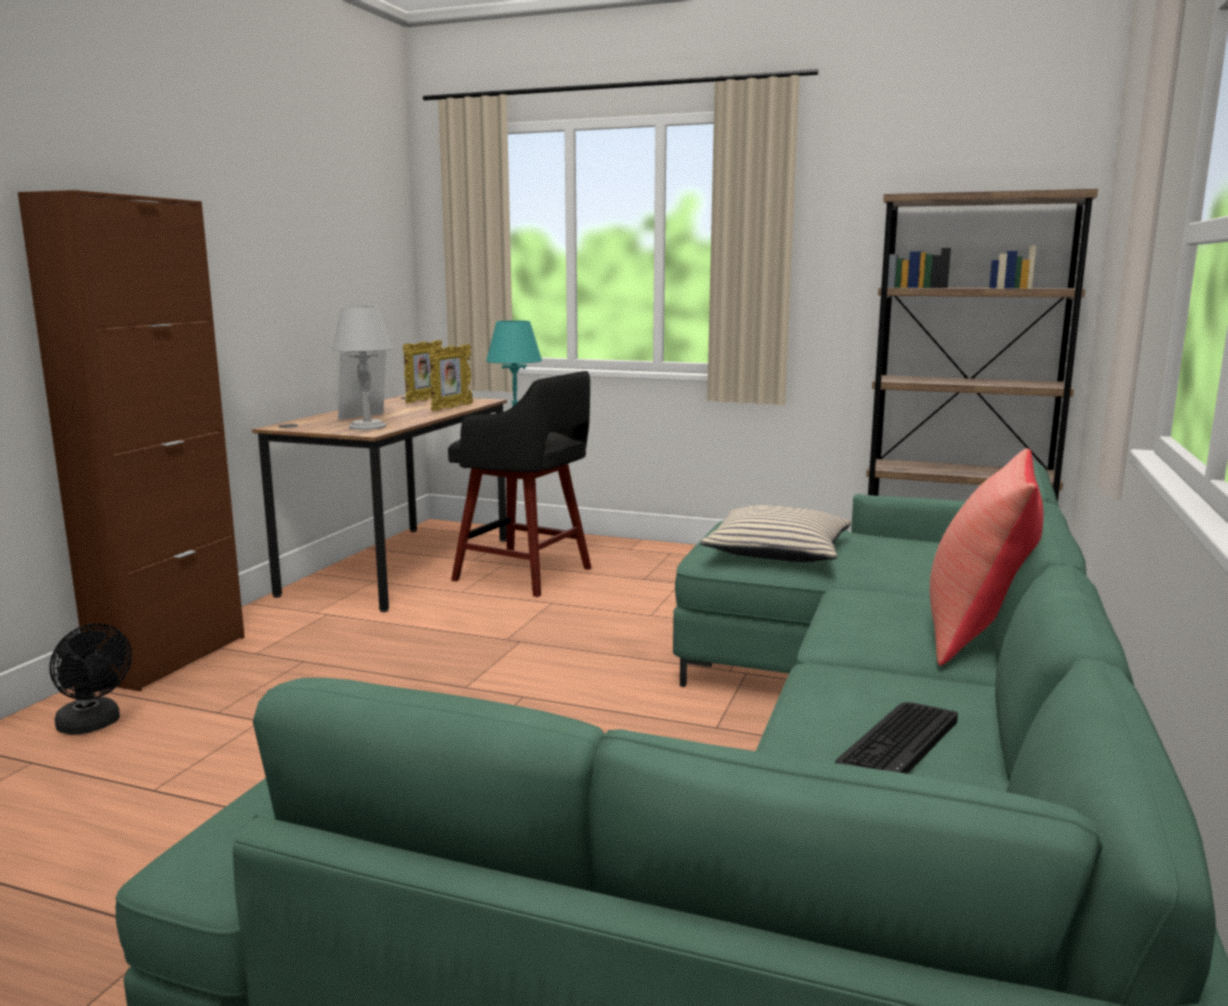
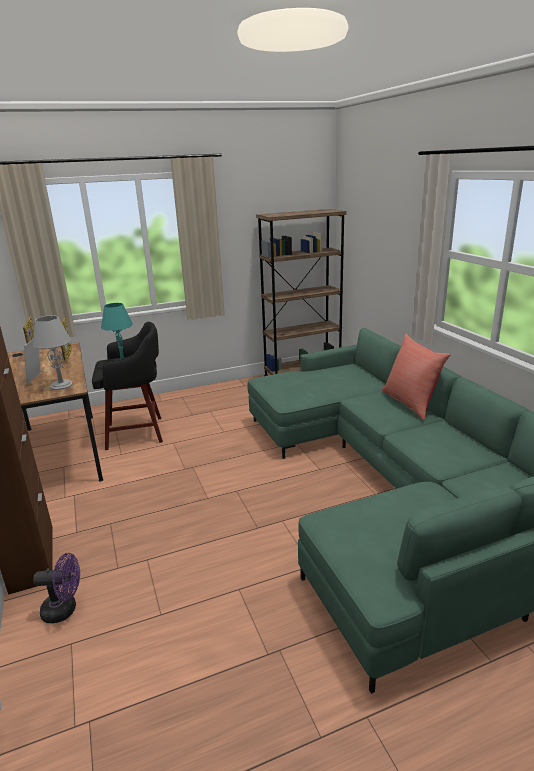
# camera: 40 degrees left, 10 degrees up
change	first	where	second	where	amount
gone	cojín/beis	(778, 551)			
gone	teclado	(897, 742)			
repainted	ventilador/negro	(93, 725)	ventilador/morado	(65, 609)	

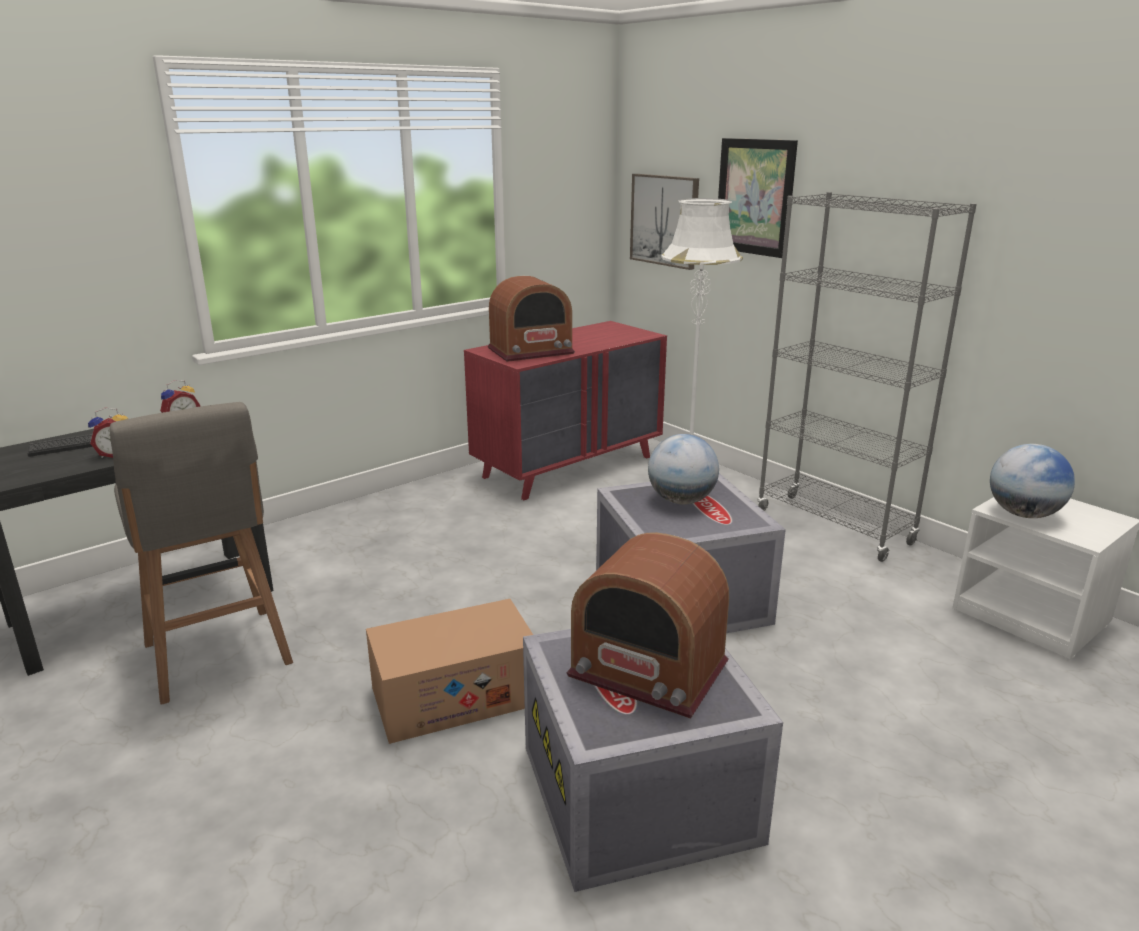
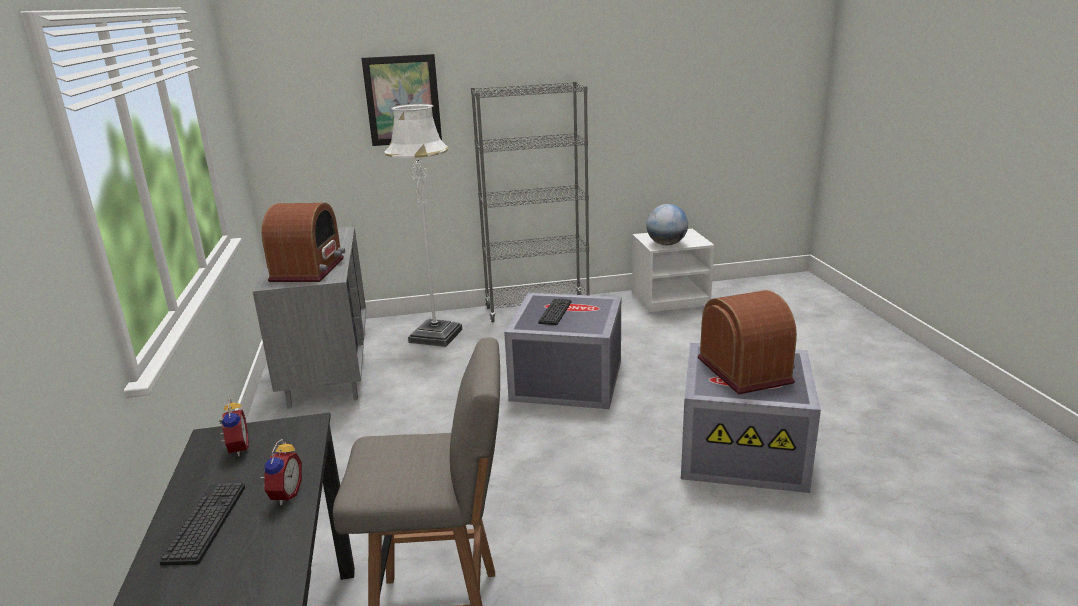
# camera: 60 degrees left, 0 degrees up
change	first	where	second	where	amount
gone	caja de cartón	(454, 696)			
gone	cuadro	(664, 220)			
swapped	globo terráqueo	(681, 501)	teclado	(555, 312)	
repainted	cómoda/rojo	(569, 466)	cómoda/gris	(328, 366)	
rotated	radio	(647, 670)		(744, 370)	75 degrees counterclockwise

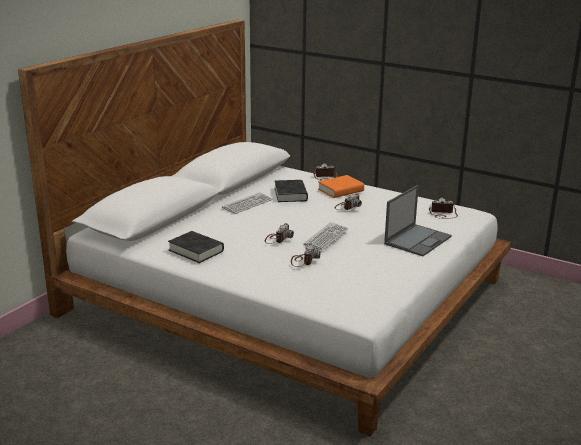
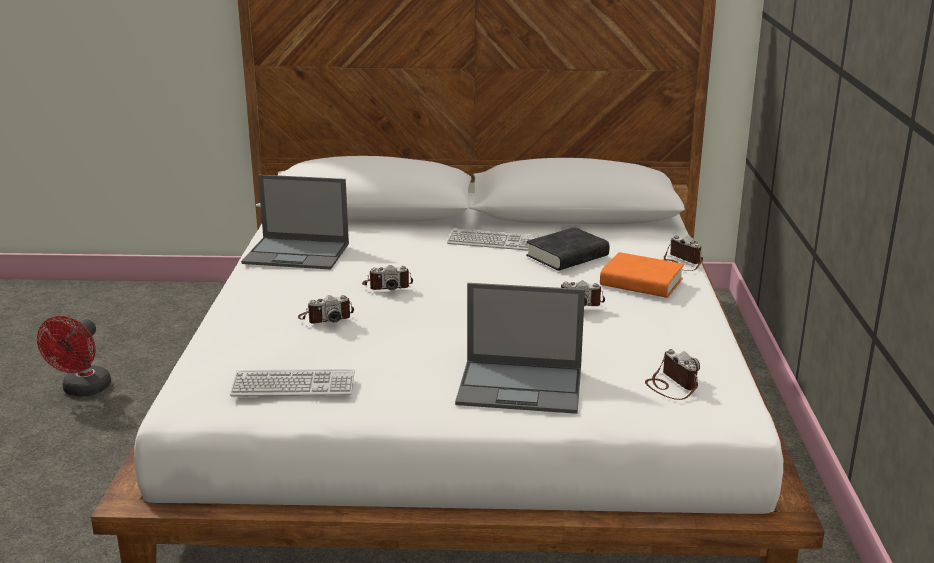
# camera: 60 degrees right, 0 degrees up
change	first	where	second	where	amount
new			ventilador/rojo	(83, 390)	
shifted	teclado	(326, 237)		(293, 385)	
swapped	libro/negro	(196, 251)	portátil	(298, 253)	

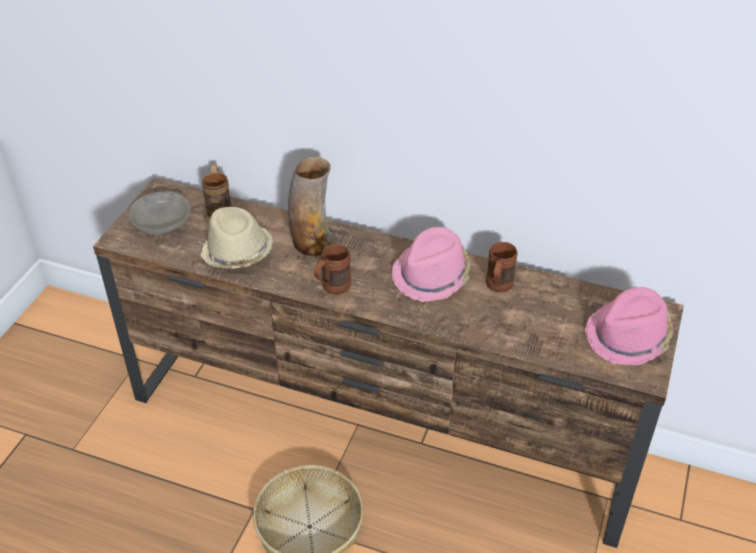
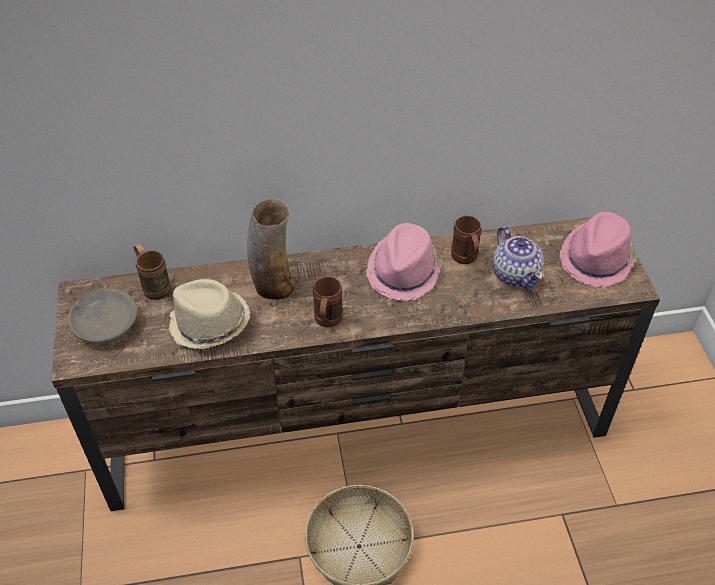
# camera: 30 degrees left, 5 degrees up
change	first	where	second	where	amount
new			tetera	(515, 274)	

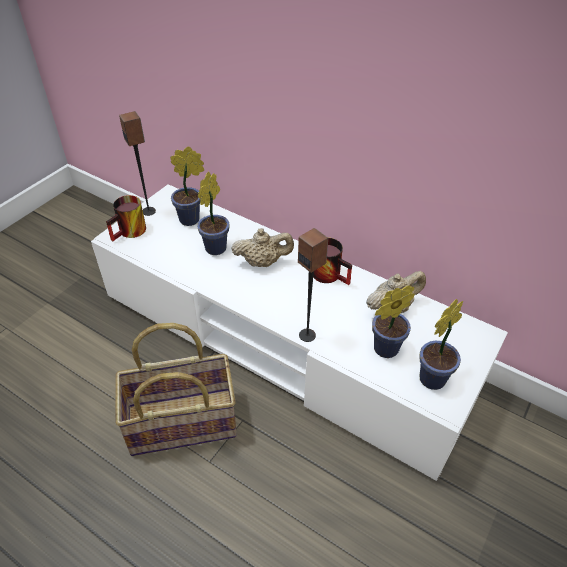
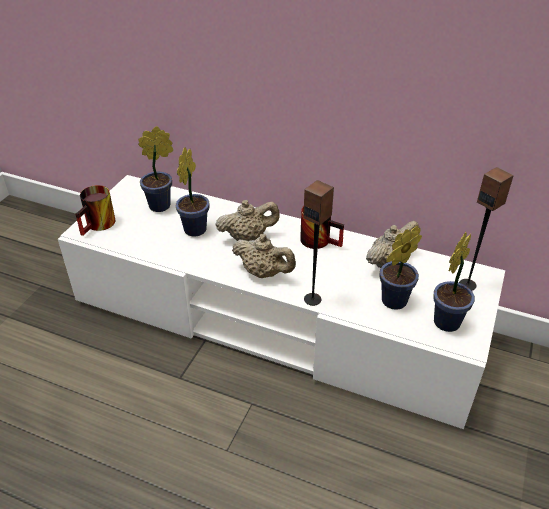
# camera: 10 degrees left, 5 degrees down
change	first	where	second	where	amount
gone	cesta	(182, 420)			
new			tetera/beis	(264, 273)	
shifted	altavoz	(149, 211)		(467, 284)	

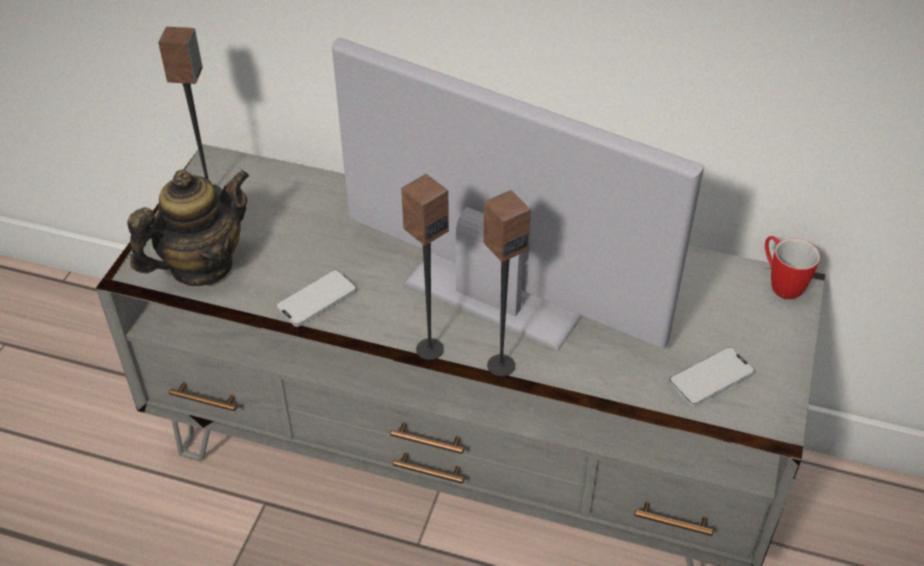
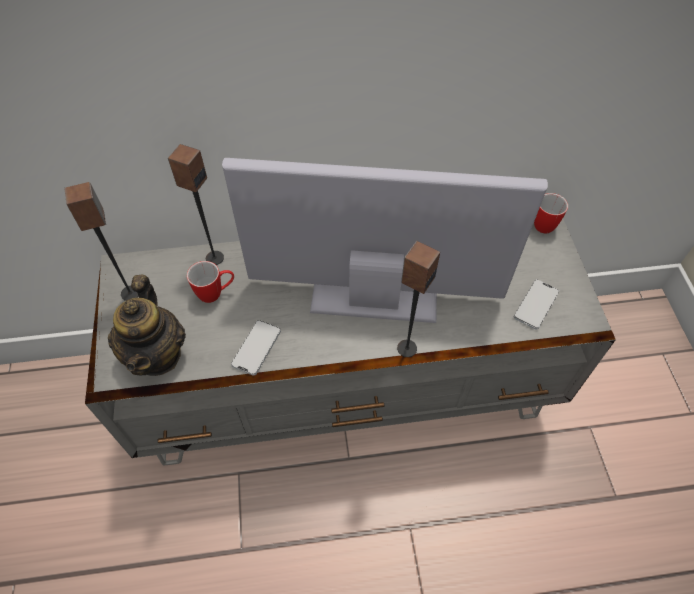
# camera: 25 degrees left, 10 degrees up
change	first	where	second	where	amount
new			taza grande	(216, 293)	
shifted	altavoz	(429, 349)		(214, 258)	
rotated	tetera	(201, 266)		(157, 354)	150 degrees clockwise

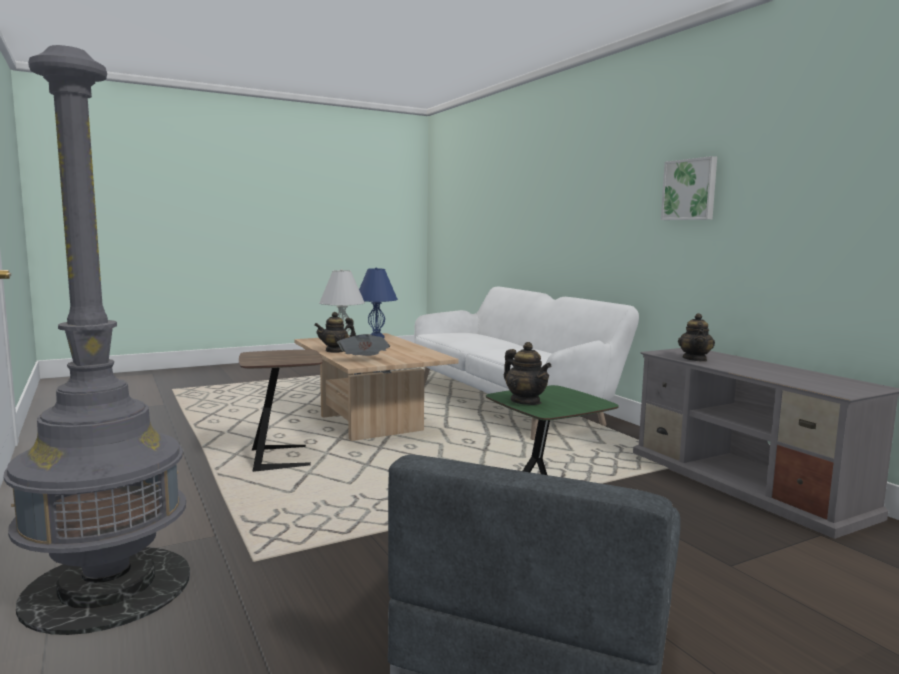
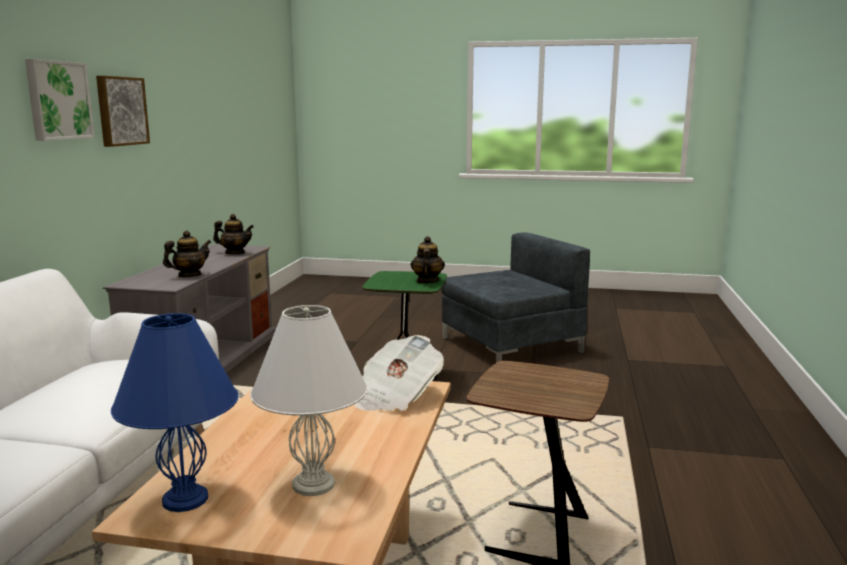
# camera: 140 degrees left, 5 degrees up
change	first	where	second	where	amount
gone	lámpara de pie/gris	(107, 587)			
new			cuadro	(120, 111)	
shifted	tetera	(335, 351)		(235, 253)	

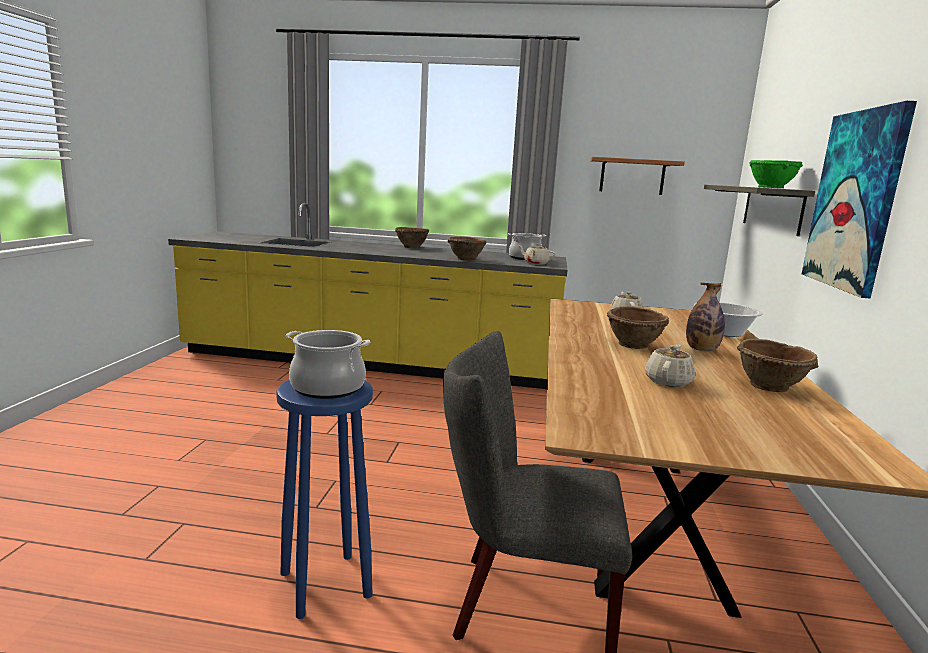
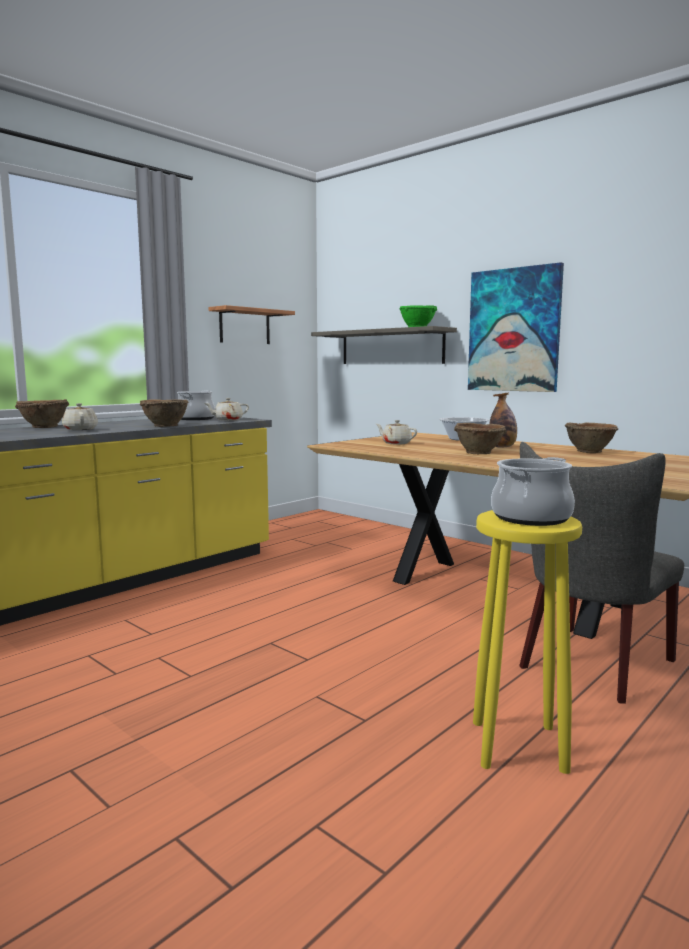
# camera: 55 degrees left, 5 degrees down
change	first	where	second	where	amount
shifted	tetera/beis	(668, 381)		(80, 429)	
repainted	taburete/azul	(325, 583)	taburete/amarillo	(516, 745)	

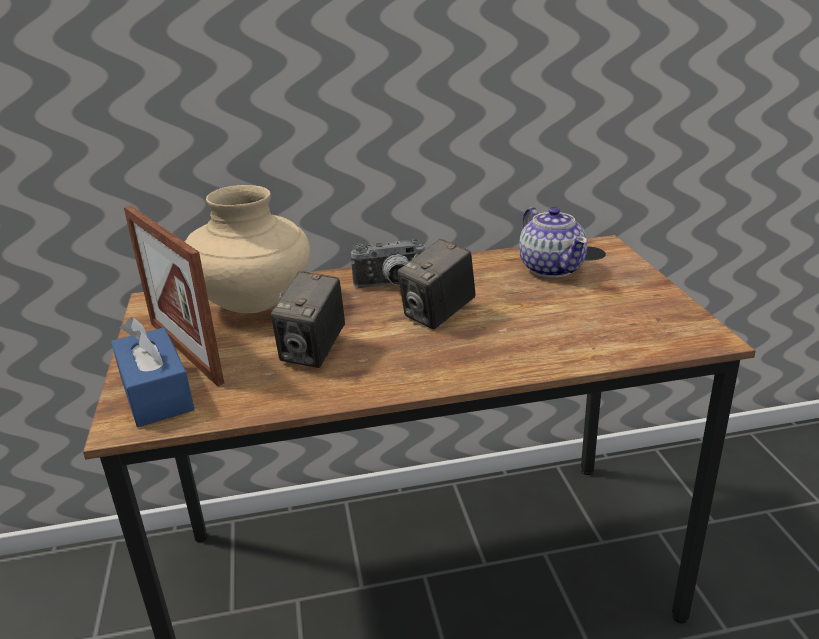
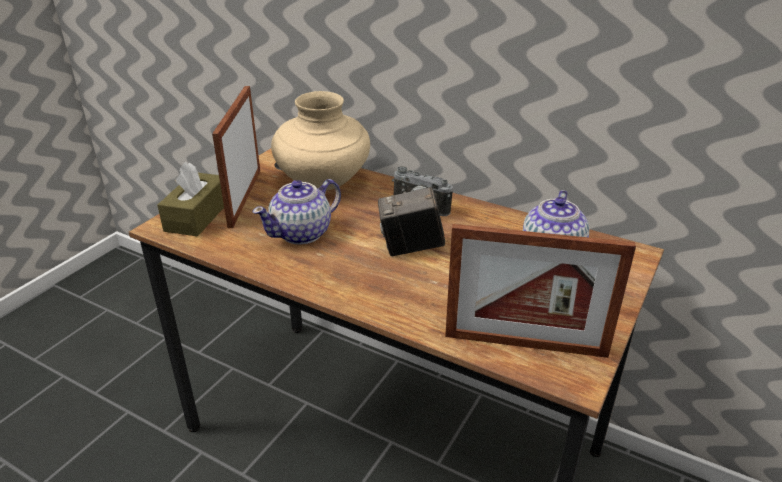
# camera: 40 degrees right, 5 degrees up
change	first	where	second	where	amount
new			portarretratos	(525, 344)	
swapped	cámara	(313, 352)	tetera	(302, 233)	
repainted	caja de pañuelos/azul	(156, 393)	caja de pañuelos/marrón	(197, 216)	

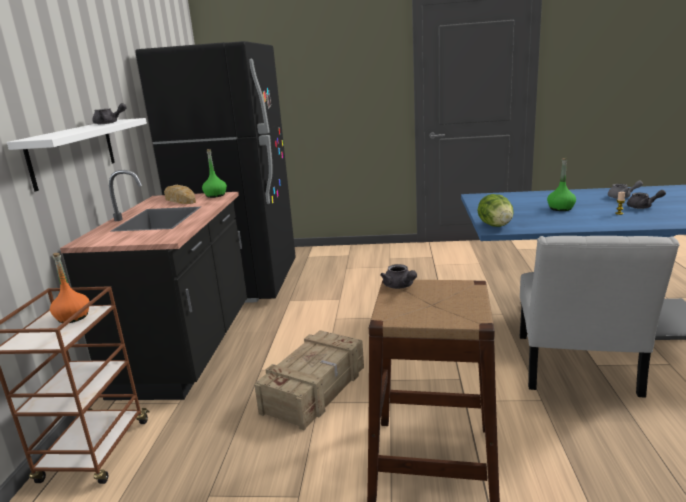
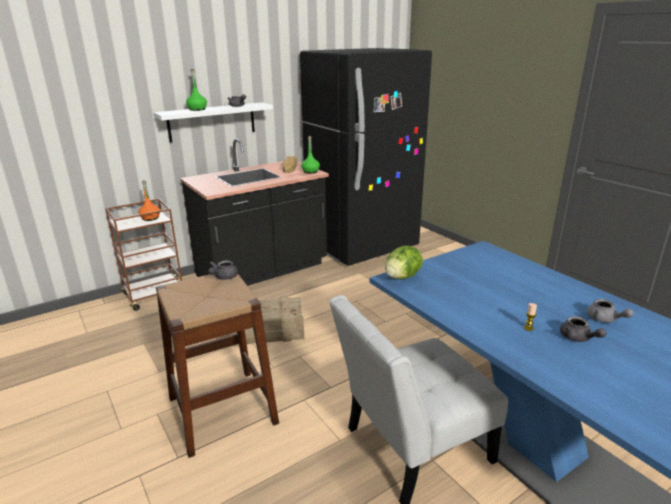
# camera: 50 degrees right, 5 degrees up
change	first	where	second	where	amount
shifted	botella/verde	(560, 208)		(197, 109)	

